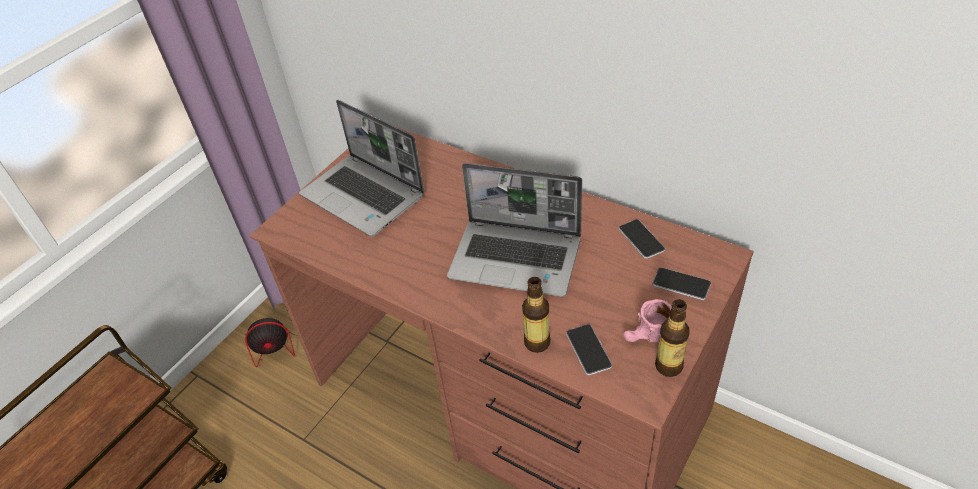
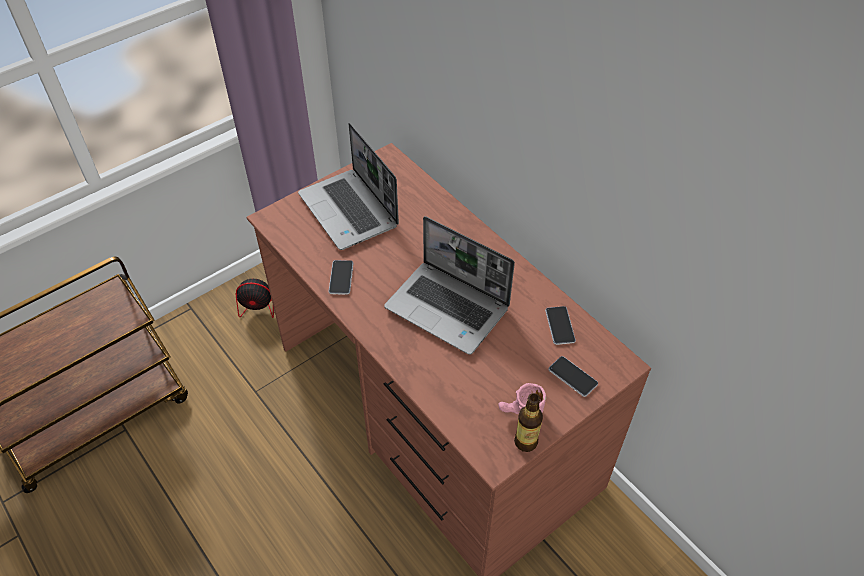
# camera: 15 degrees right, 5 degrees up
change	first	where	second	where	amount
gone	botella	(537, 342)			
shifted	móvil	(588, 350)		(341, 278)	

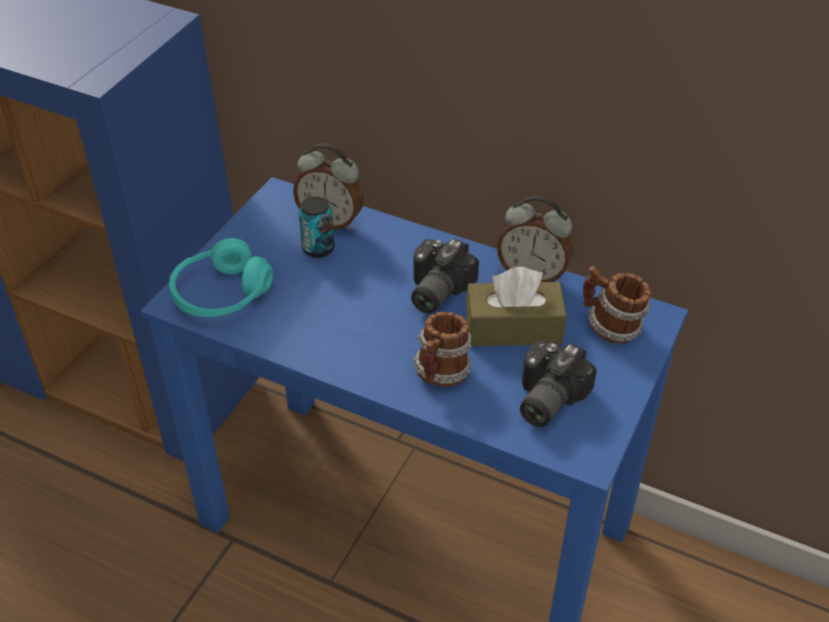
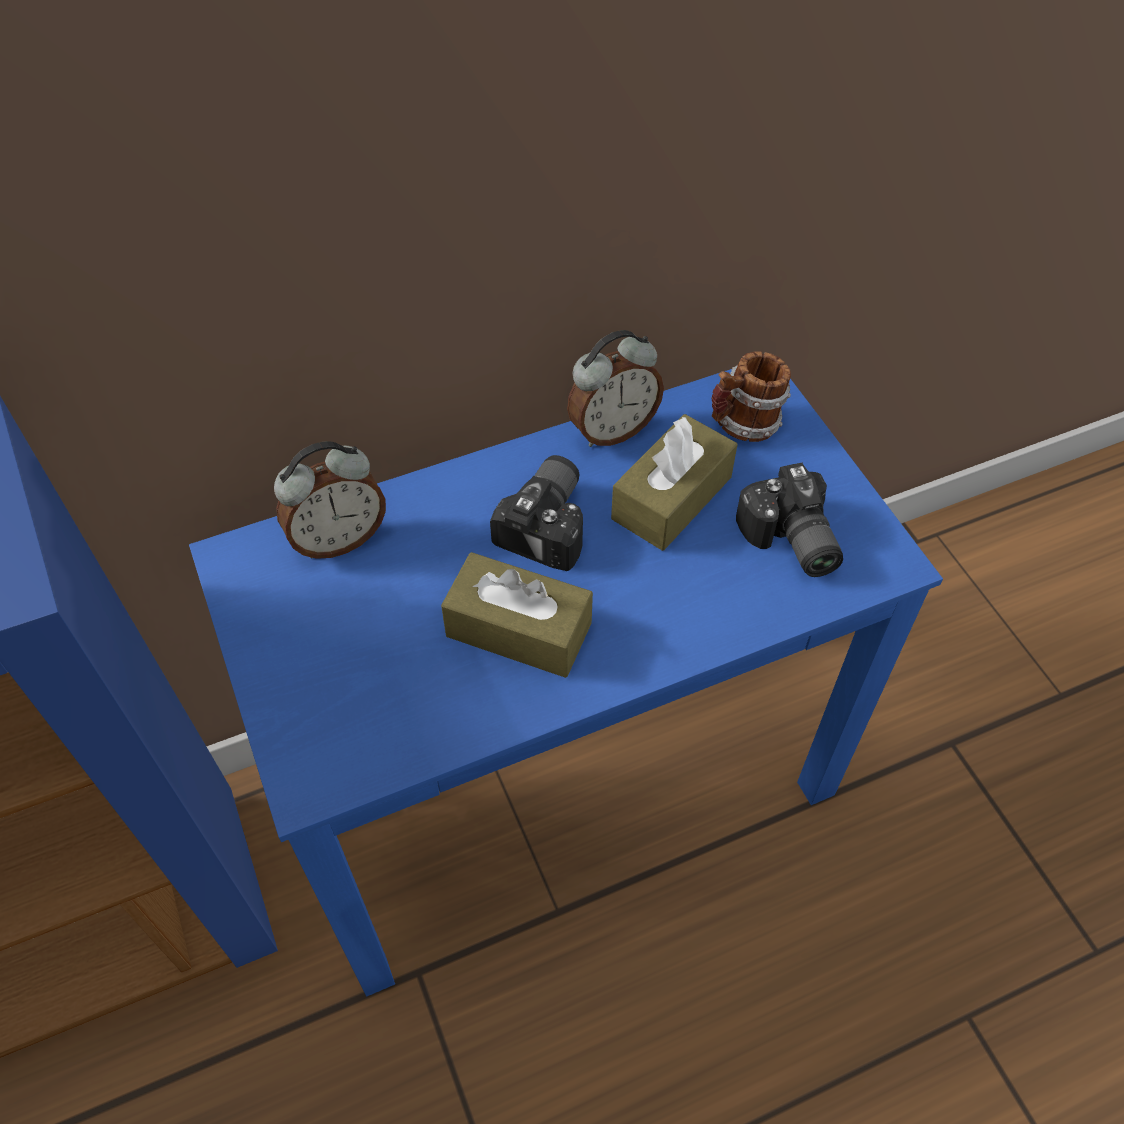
# camera: 50 degrees left, 10 degrees up
change	first	where	second	where	amount
gone	auriculares/turquesa	(221, 294)			
gone	lata	(318, 249)			
gone	taza grande	(441, 375)			
new			caja de pañuelos/marrón	(519, 630)	
rotated	cámara	(434, 290)		(551, 524)	135 degrees counterclockwise

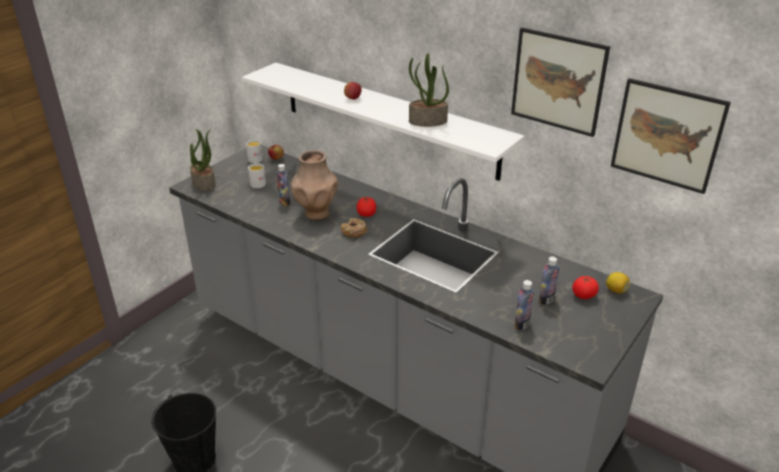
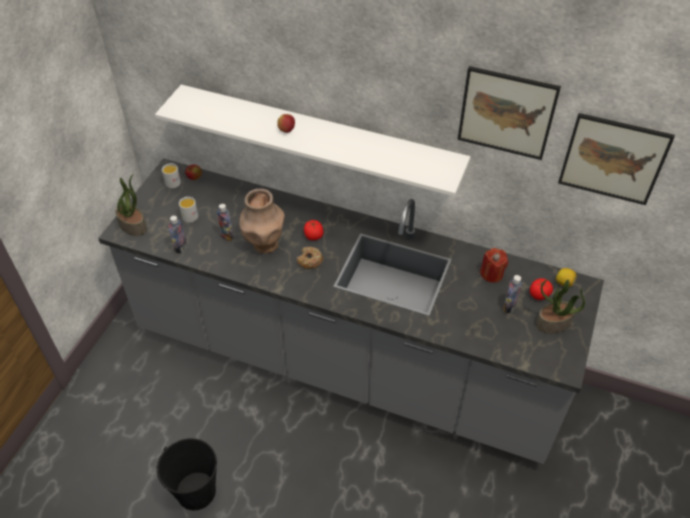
# camera: 15 degrees left, 15 degrees up
change	first	where	second	where	amount
new			vela/rojo	(492, 274)	
shifted	planta en maceta	(427, 121)		(553, 323)	
shifted	botella	(521, 324)		(180, 248)	

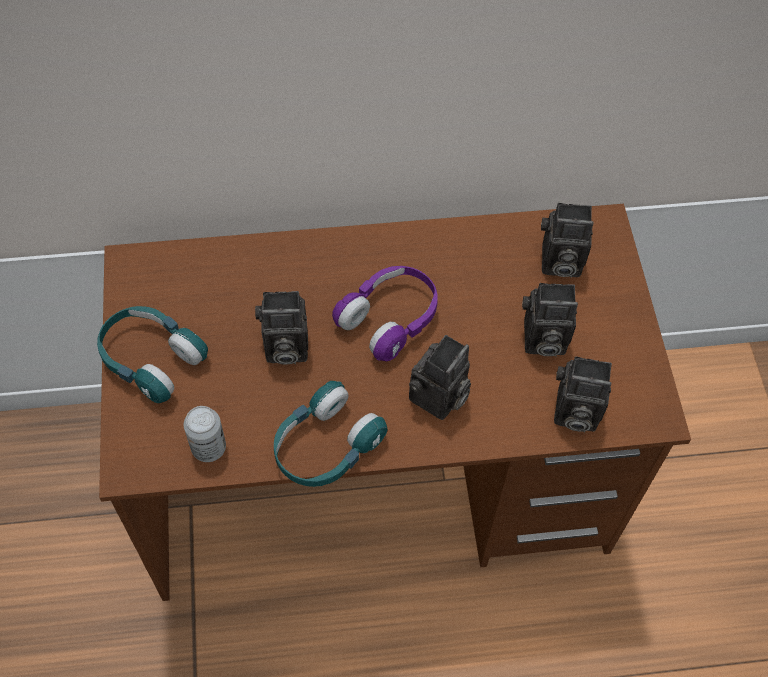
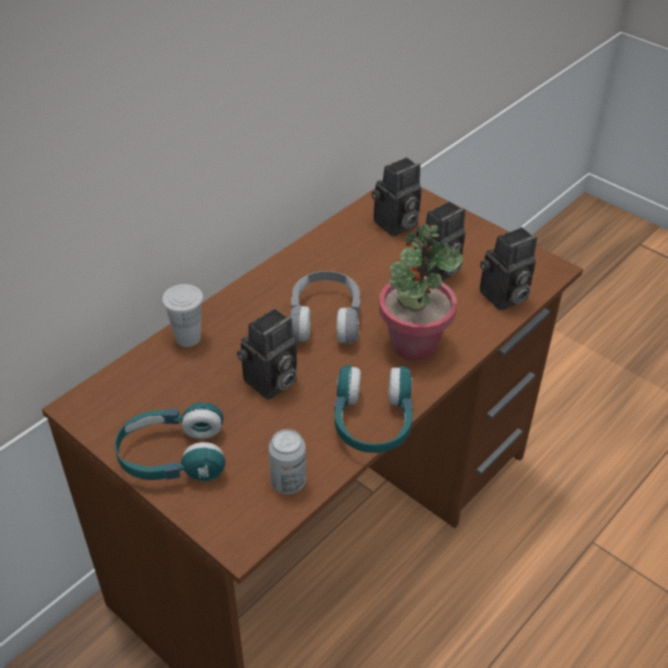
# camera: 40 degrees left, 15 degrees down
change	first	where	second	where	amount
new			taza/blanco	(188, 338)	
swapped	cámara	(438, 399)	planta en maceta	(413, 344)	
repainted	auriculares/morado	(390, 319)	auriculares/gris	(325, 319)	

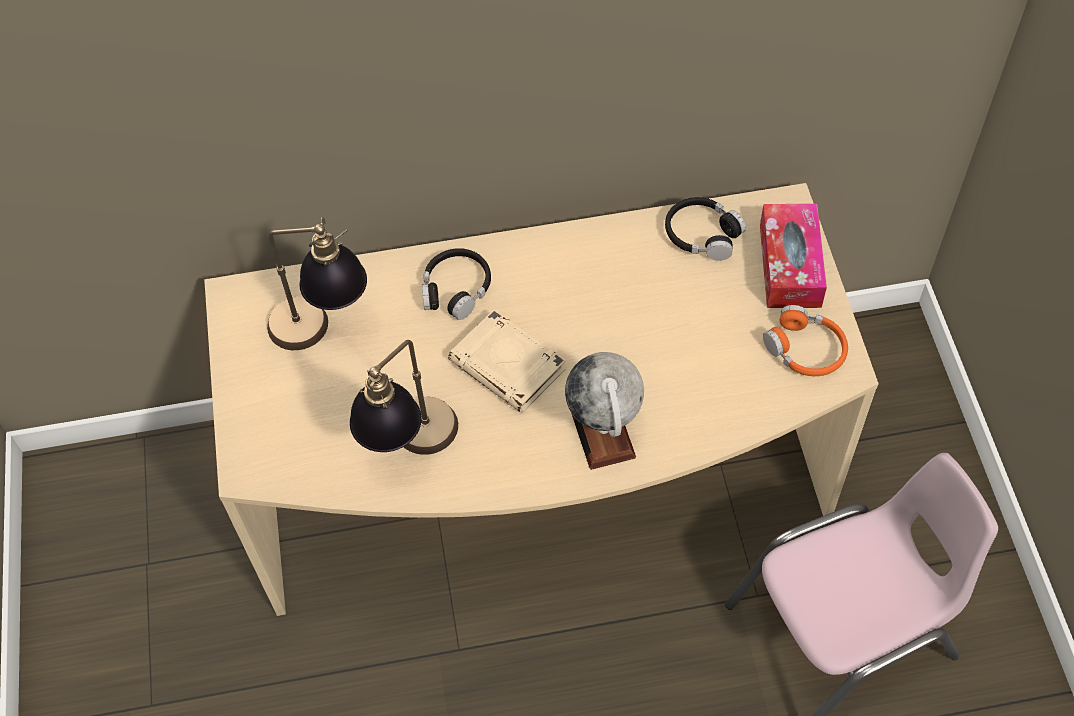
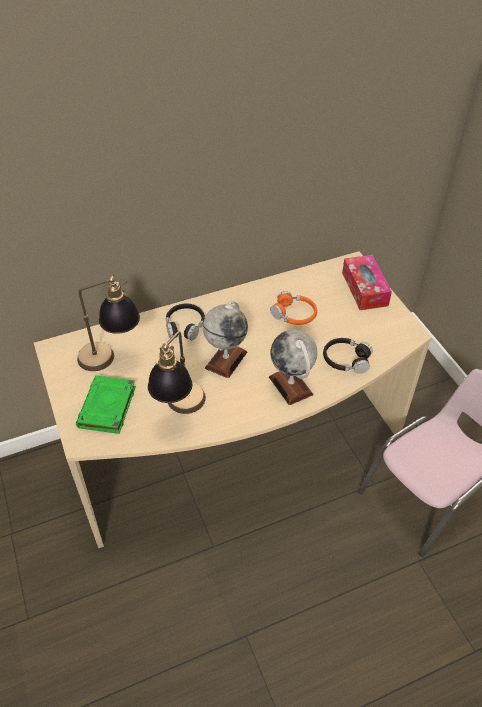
# camera: 15 degrees left, 10 degrees down
change	first	where	second	where	amount
new			libro/verde	(107, 408)	
shifted	auriculares/negro	(702, 235)		(346, 360)	
shifted	auriculares/naranja	(805, 350)		(294, 314)	
swapped	libro/beis	(508, 366)	globo terráqueo	(226, 360)	

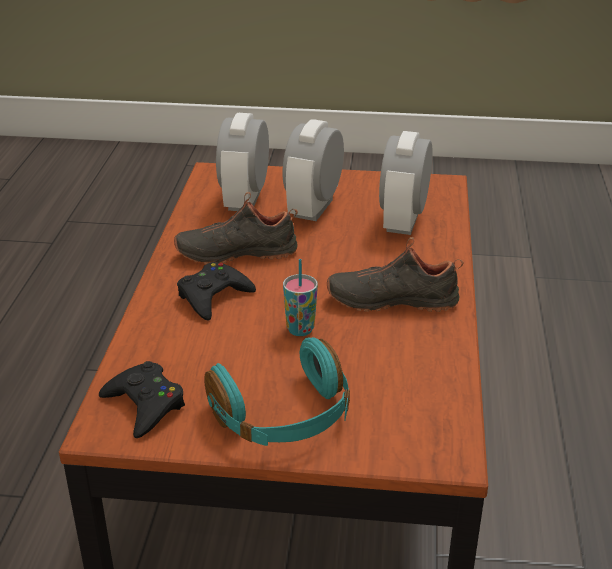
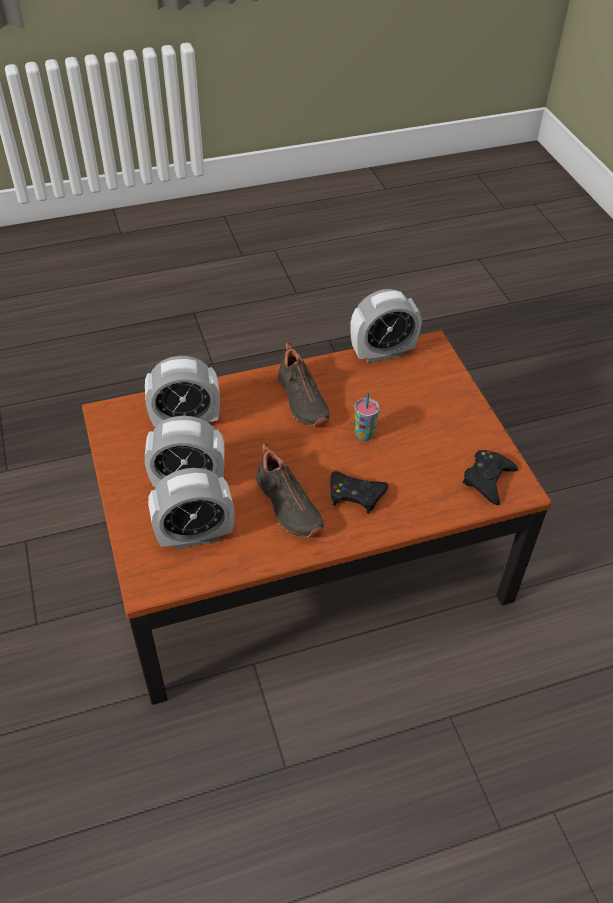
# camera: 115 degrees left, 15 degrees up
change	first	where	second	where	amount
gone	auriculares/turquesa	(284, 417)			
new			despertador	(382, 353)	

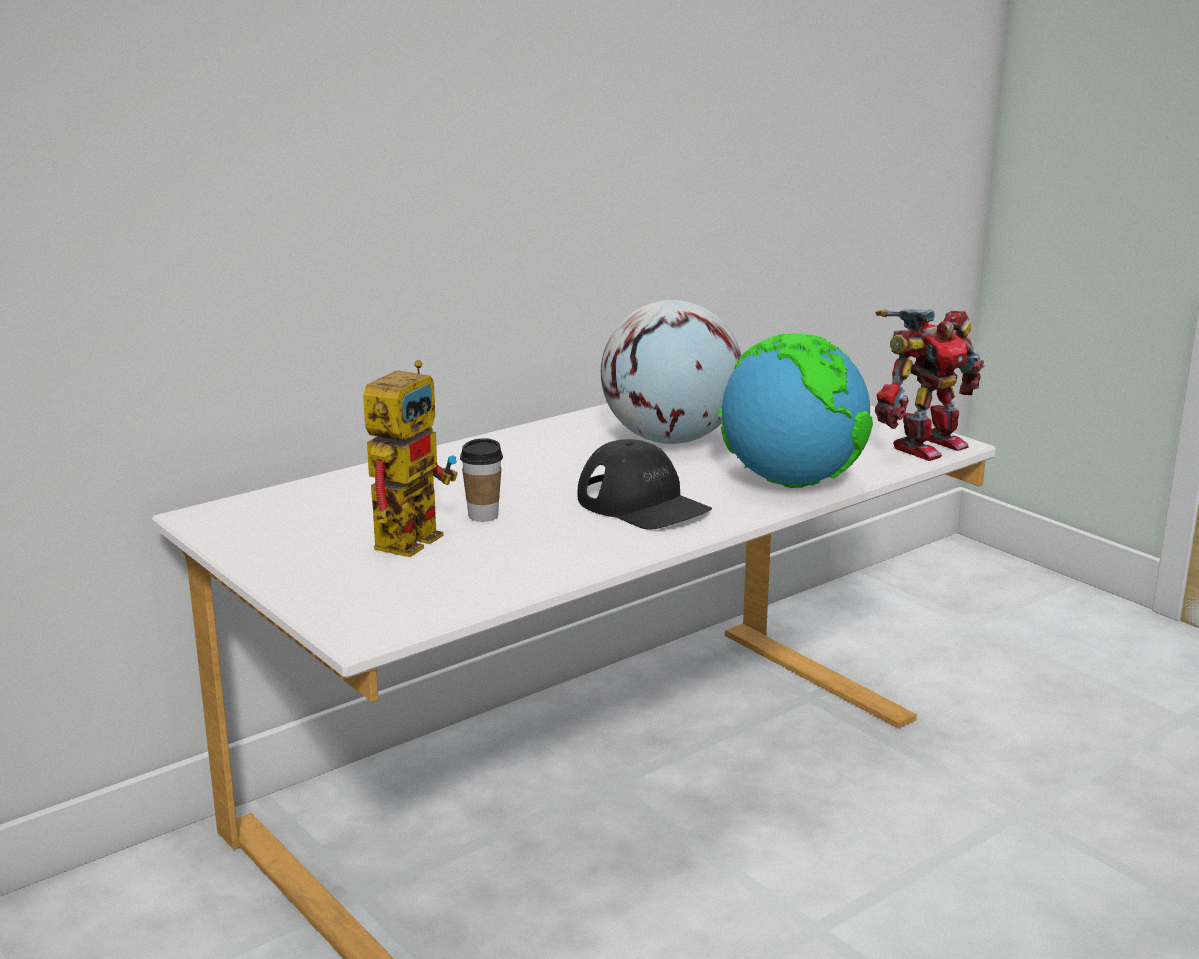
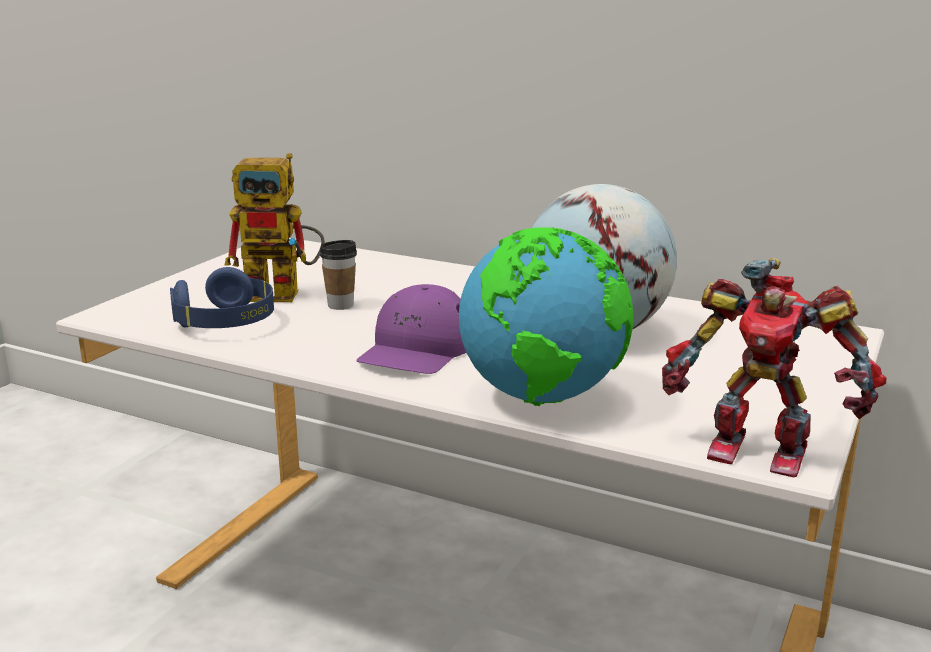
# camera: 65 degrees right, 0 degrees up
change	first	where	second	where	amount
new			auriculares/azul	(226, 323)	
repainted	gorra/negro	(643, 504)	gorra/morado	(417, 349)	

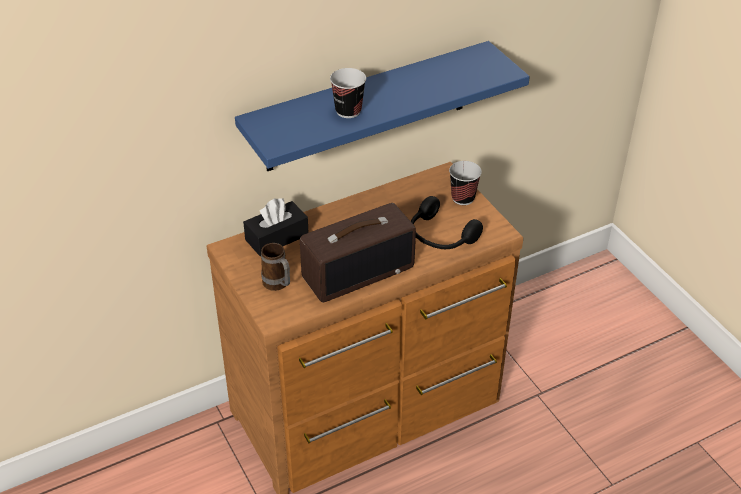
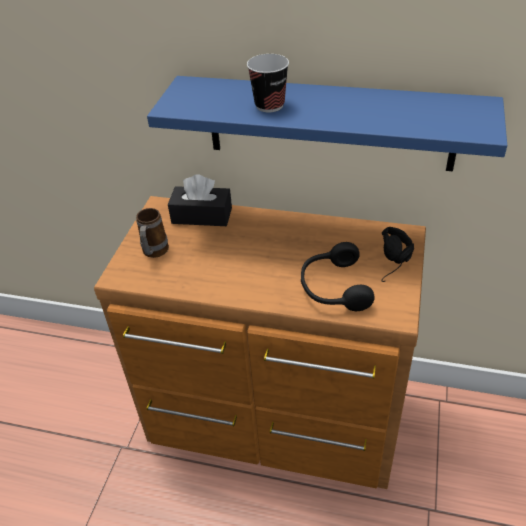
# camera: 45 degrees right, 0 degrees up
change	first	where	second	where	amount
gone	radio	(358, 271)			
swapped	taza	(463, 198)	auriculares/negro	(397, 264)	

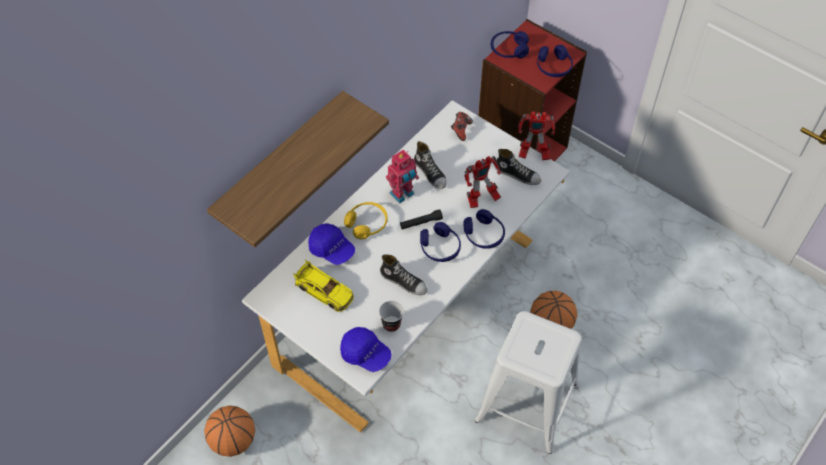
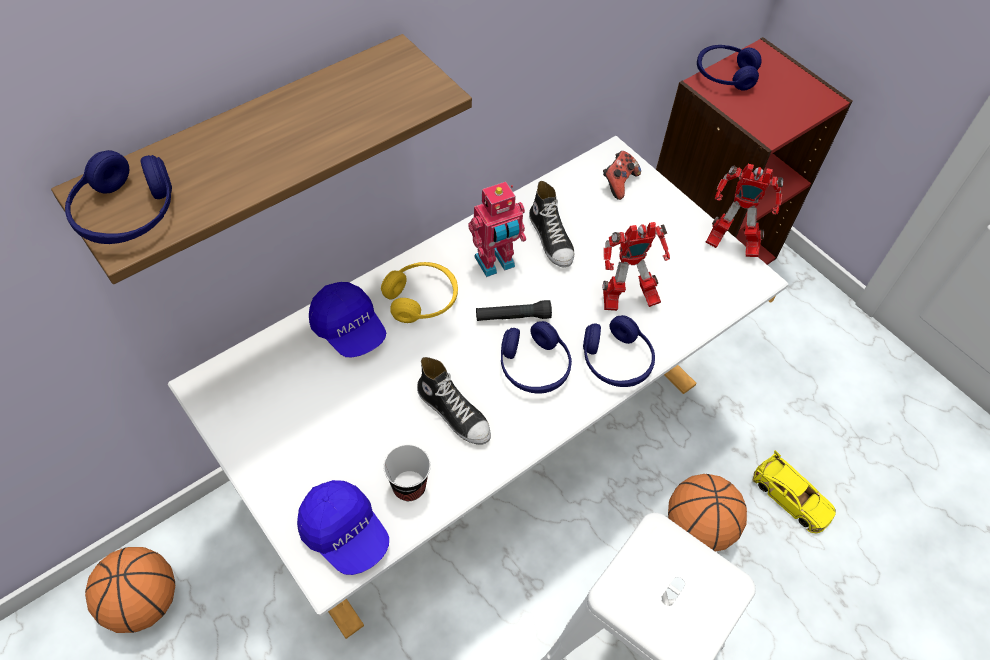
# camera: 10 degrees right, 0 degrees up
change	first	where	second	where	amount
gone	zapato	(517, 174)			
shifted	coche de juguete/amarillo	(324, 291)		(791, 497)	
shifted	auriculares/azul	(553, 67)		(126, 213)	

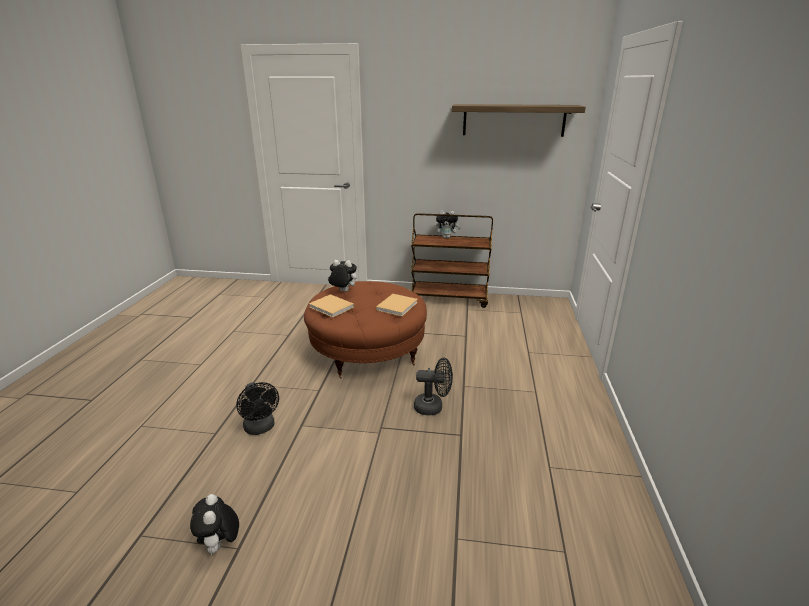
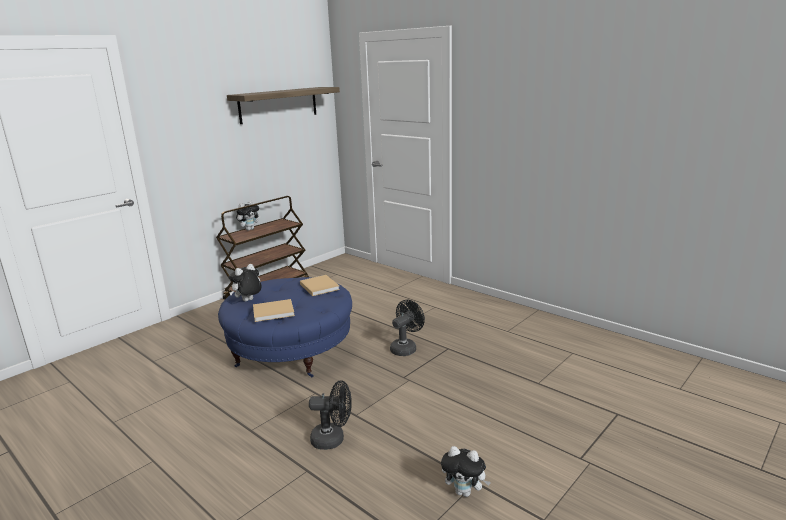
# camera: 55 degrees left, 5 degrees down
change	first	where	second	where	amount
repainted	puf/marrón	(367, 352)	puf/azul	(291, 352)	

